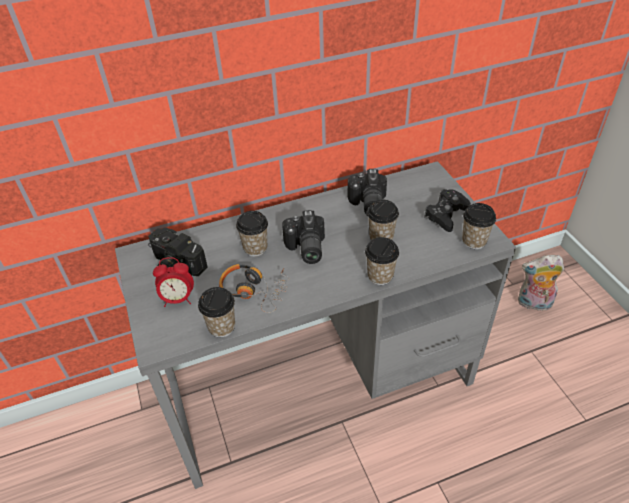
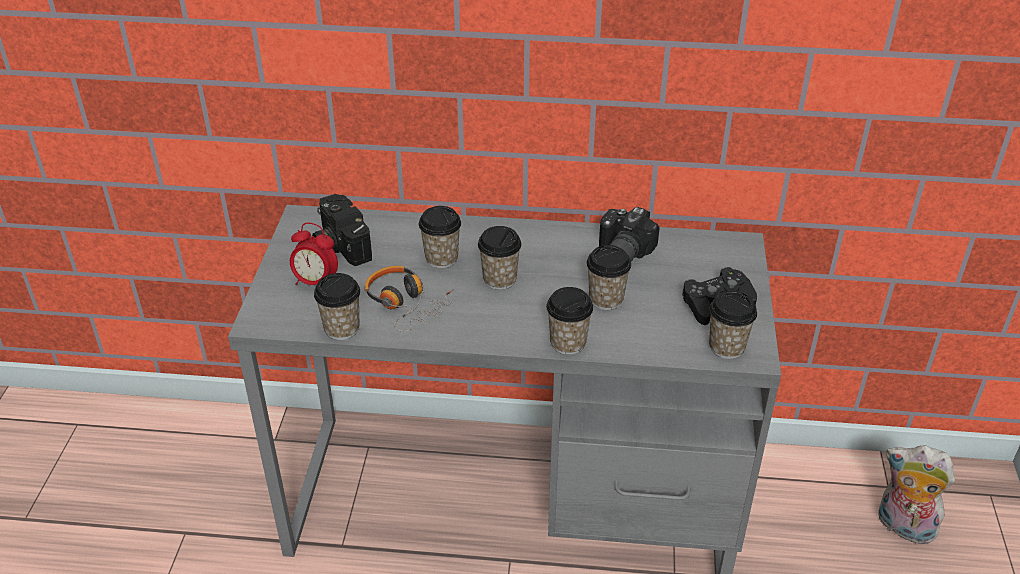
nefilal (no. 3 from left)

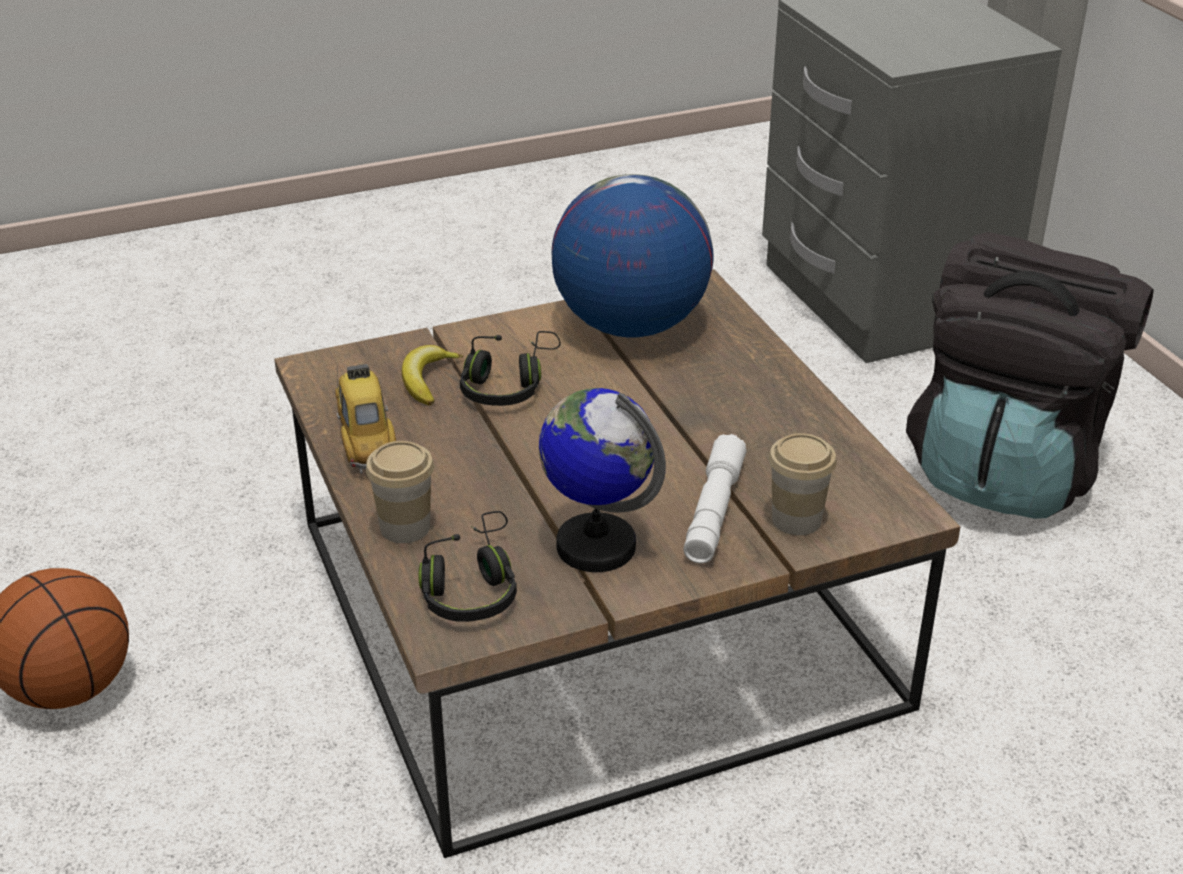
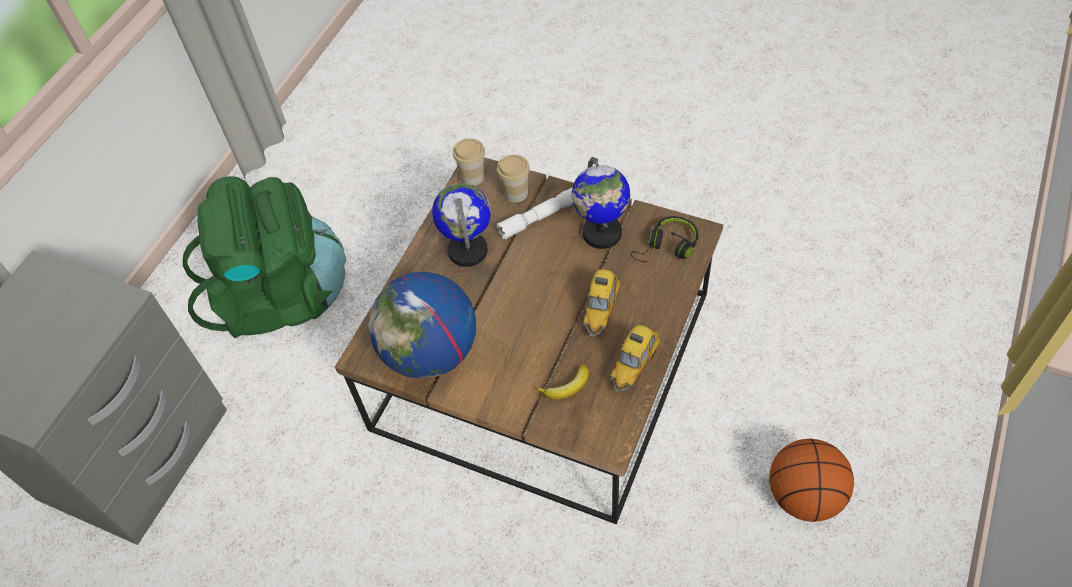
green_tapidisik
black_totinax (no. 2 from left in the first image)
nefilal (no. 1 from left)
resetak (no. 2 from left)
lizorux (no. 1 from left)

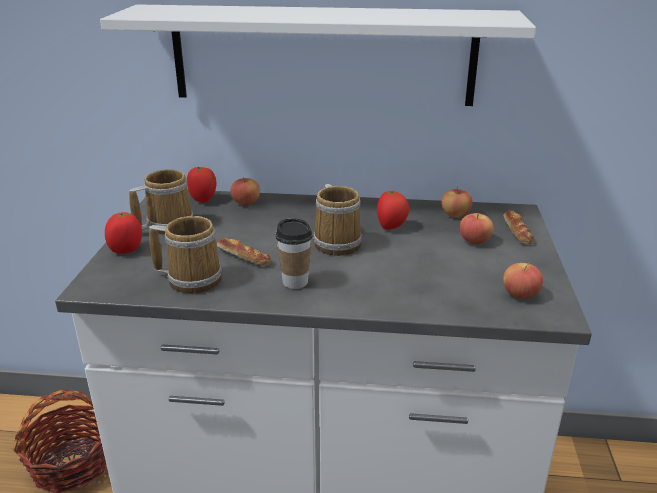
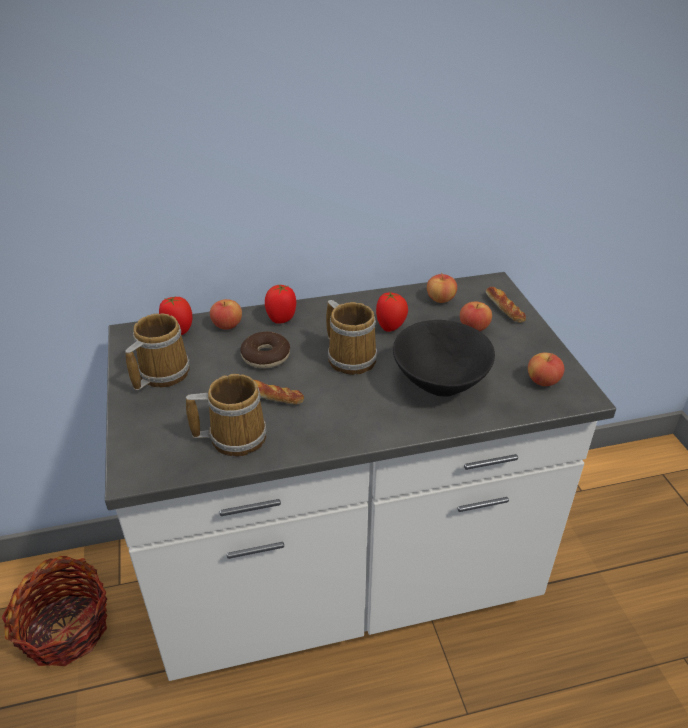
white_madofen
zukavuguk (no. 2 from left)
nefilal
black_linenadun
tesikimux

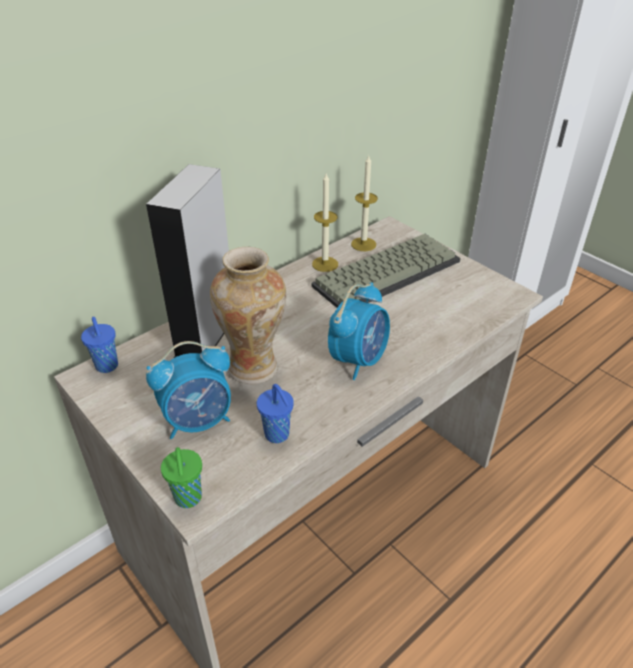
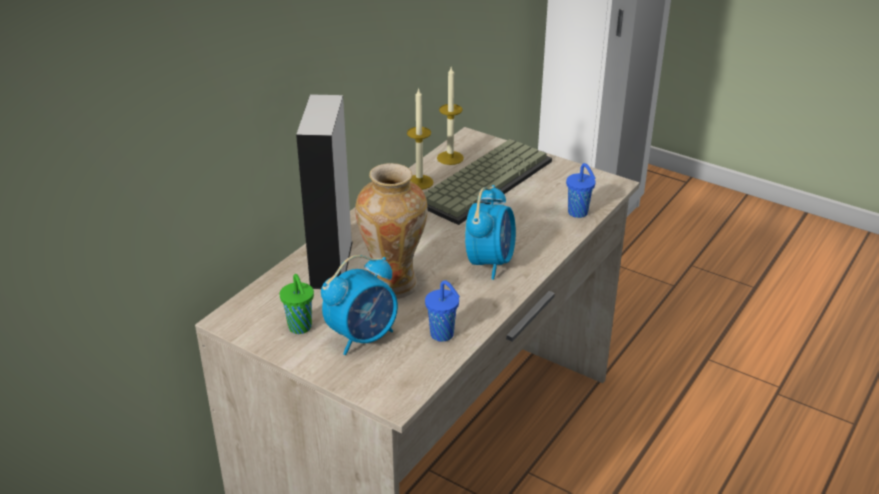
blue_nefilal (no. 2 from left)
green_nefilal

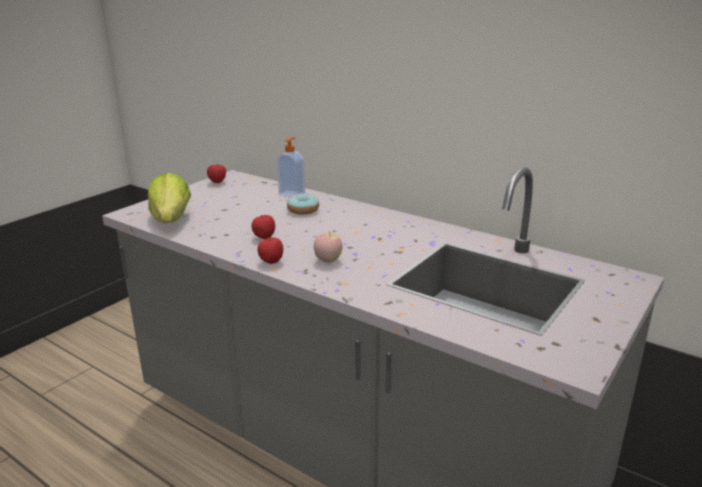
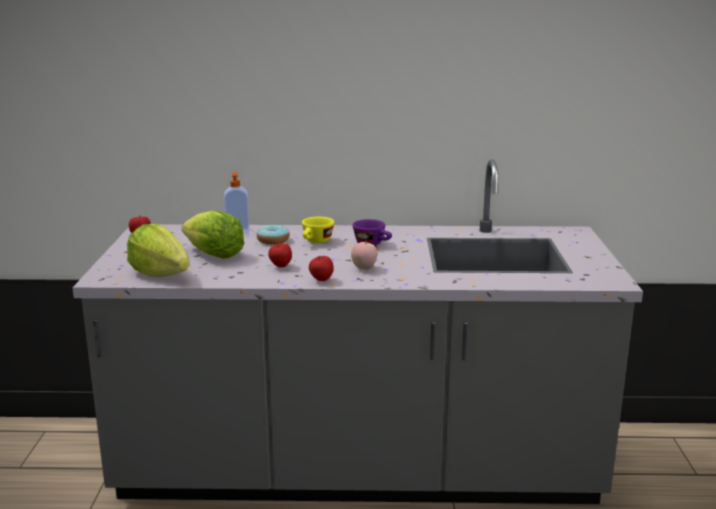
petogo (no. 2 from left)
yellow_nefilal
purple_nefilal

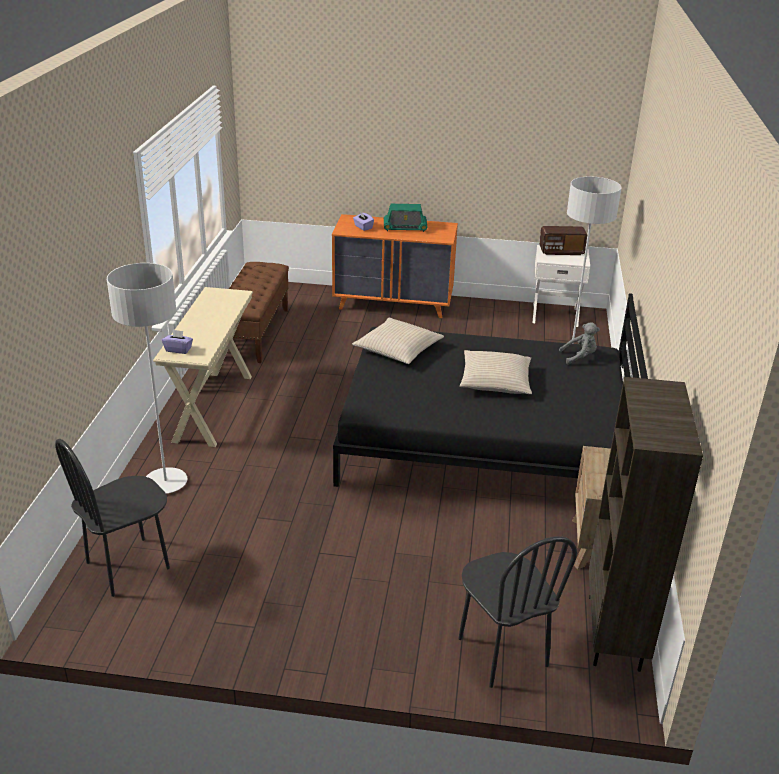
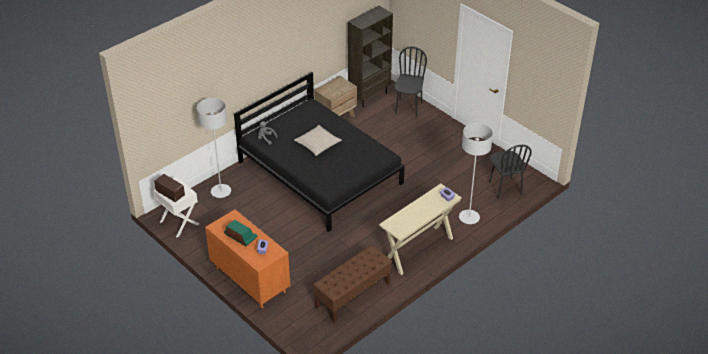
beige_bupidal (no. 1 from left in the first image)
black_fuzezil (no. 2 from left)

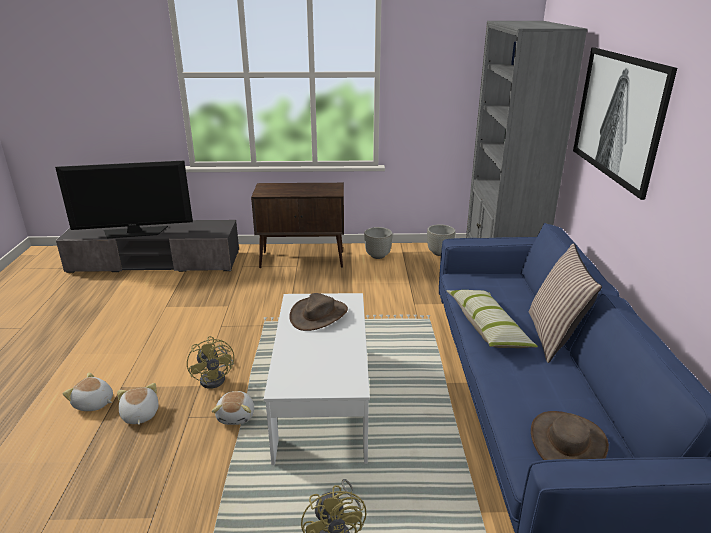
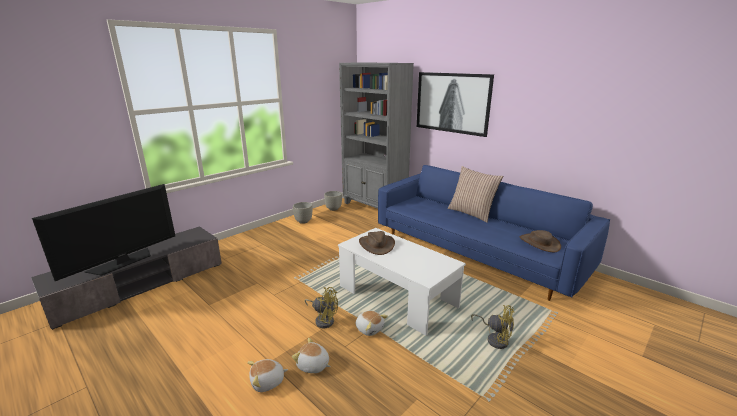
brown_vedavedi
bupidal (no. 1 from left in the first image)

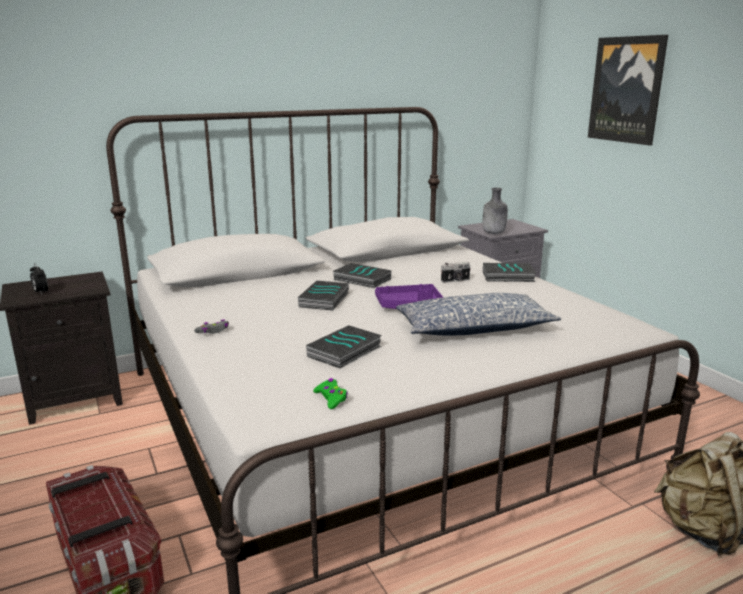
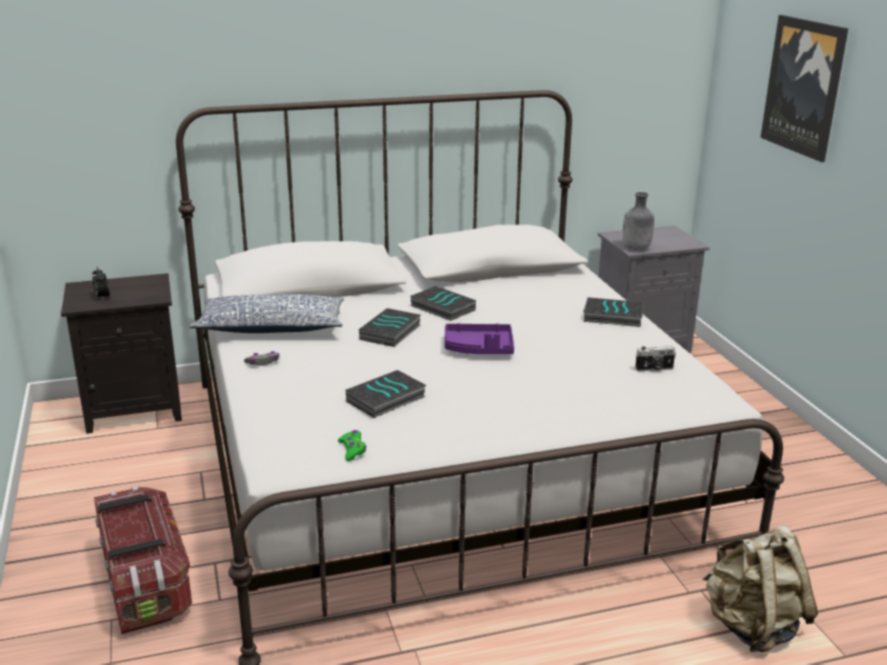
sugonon
bupidal

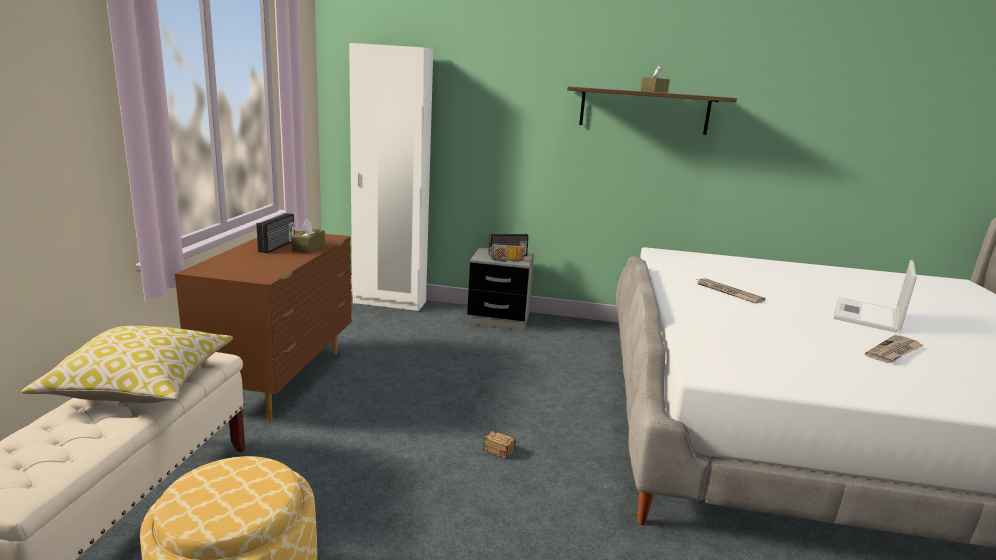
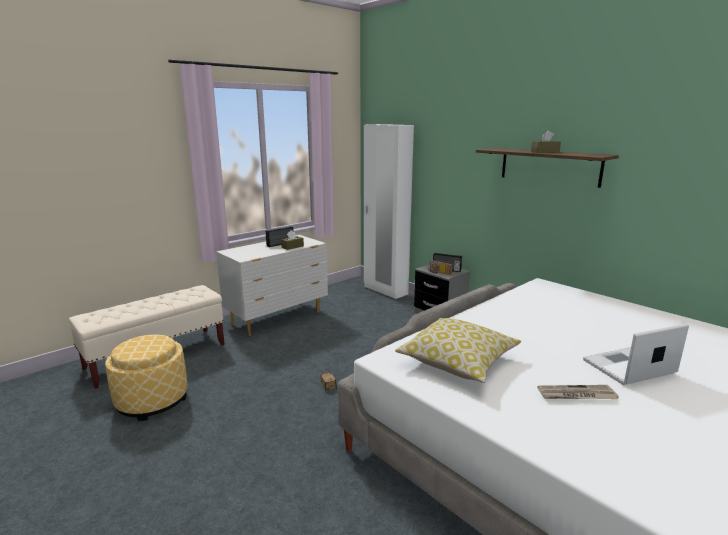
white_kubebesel
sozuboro (no. 1 from left in the first image)
bupidal

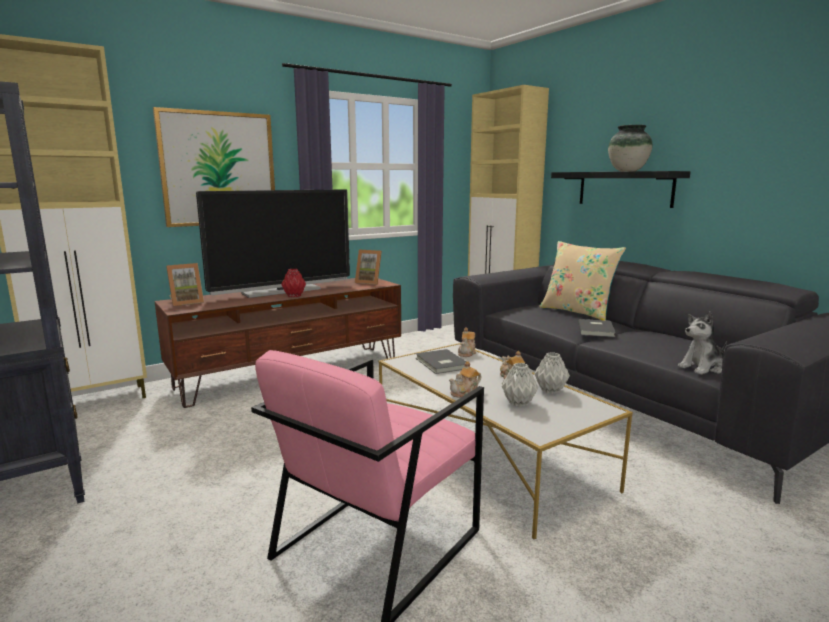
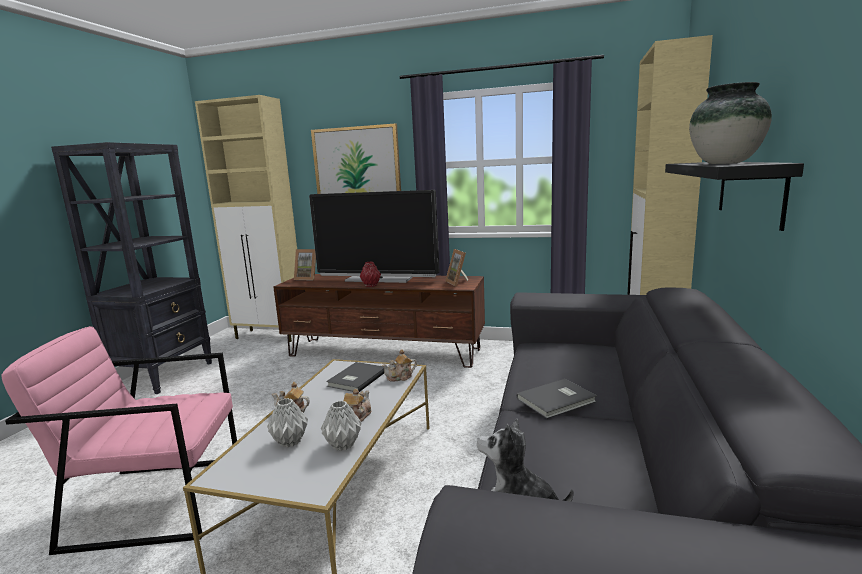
beige_bupidal

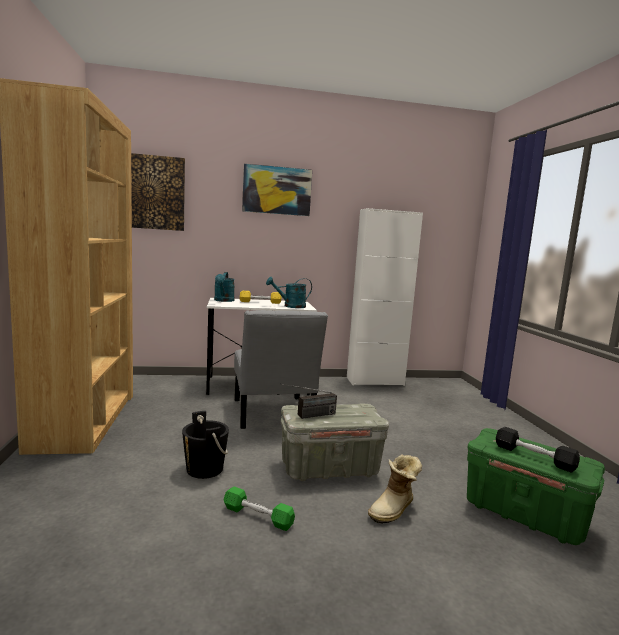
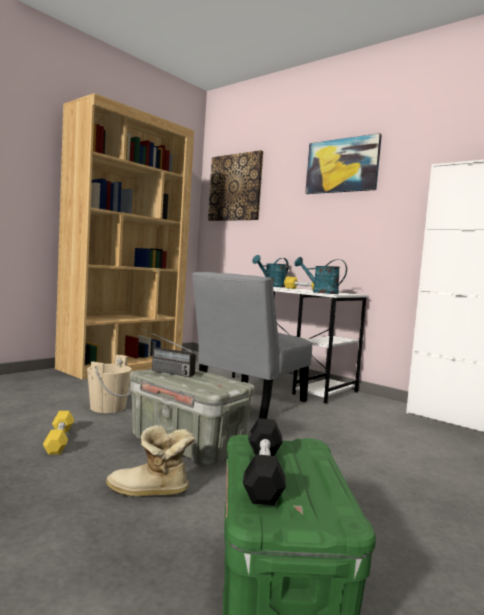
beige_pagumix
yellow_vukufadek (no. 1 from left)

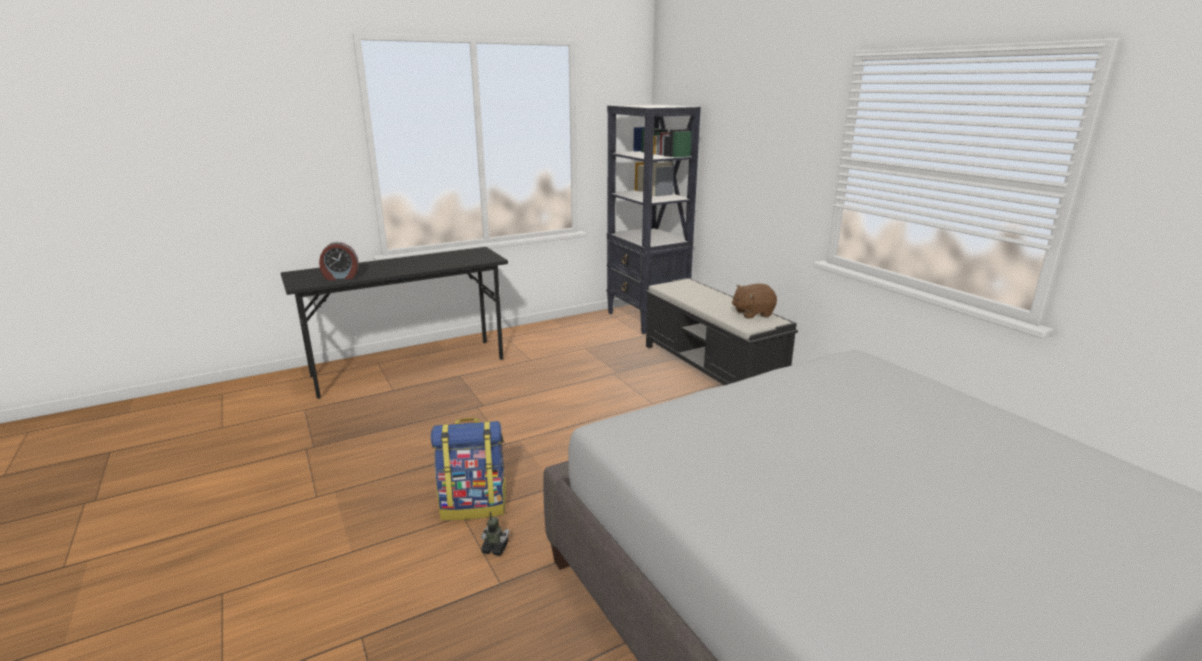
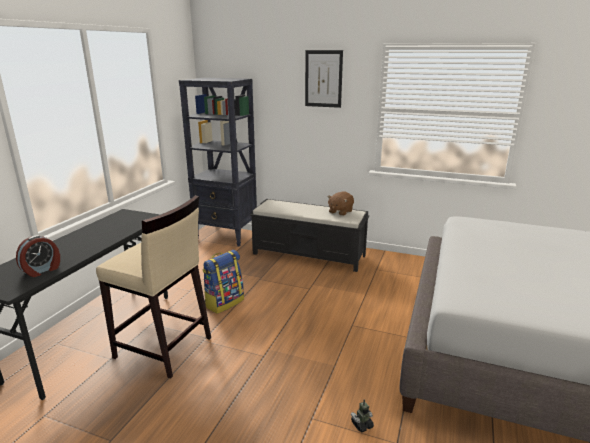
tapidisik
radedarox
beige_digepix

